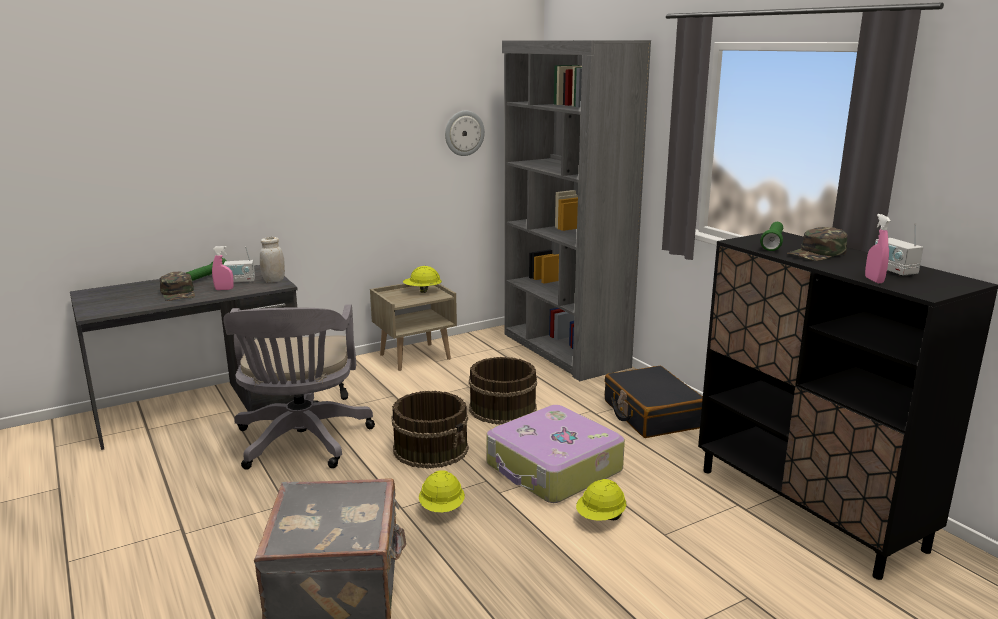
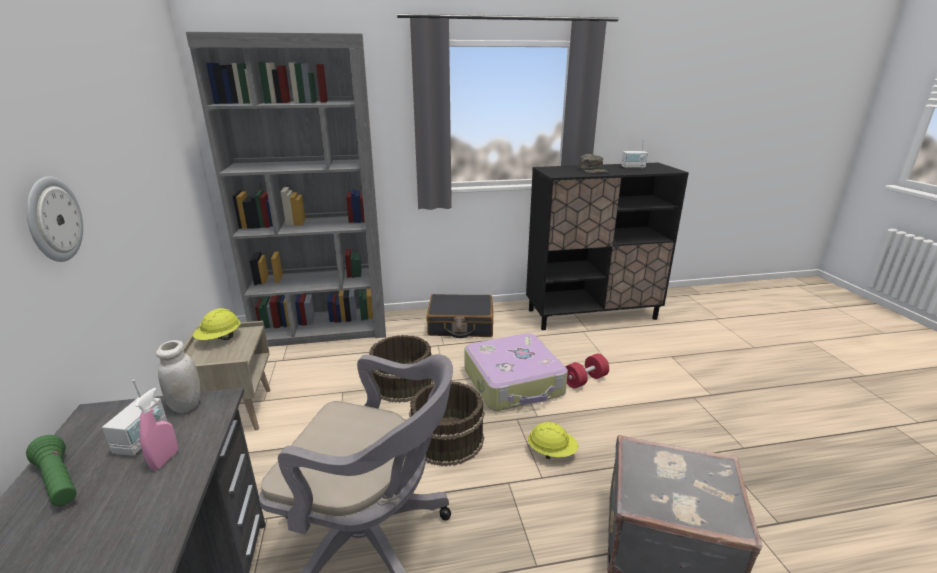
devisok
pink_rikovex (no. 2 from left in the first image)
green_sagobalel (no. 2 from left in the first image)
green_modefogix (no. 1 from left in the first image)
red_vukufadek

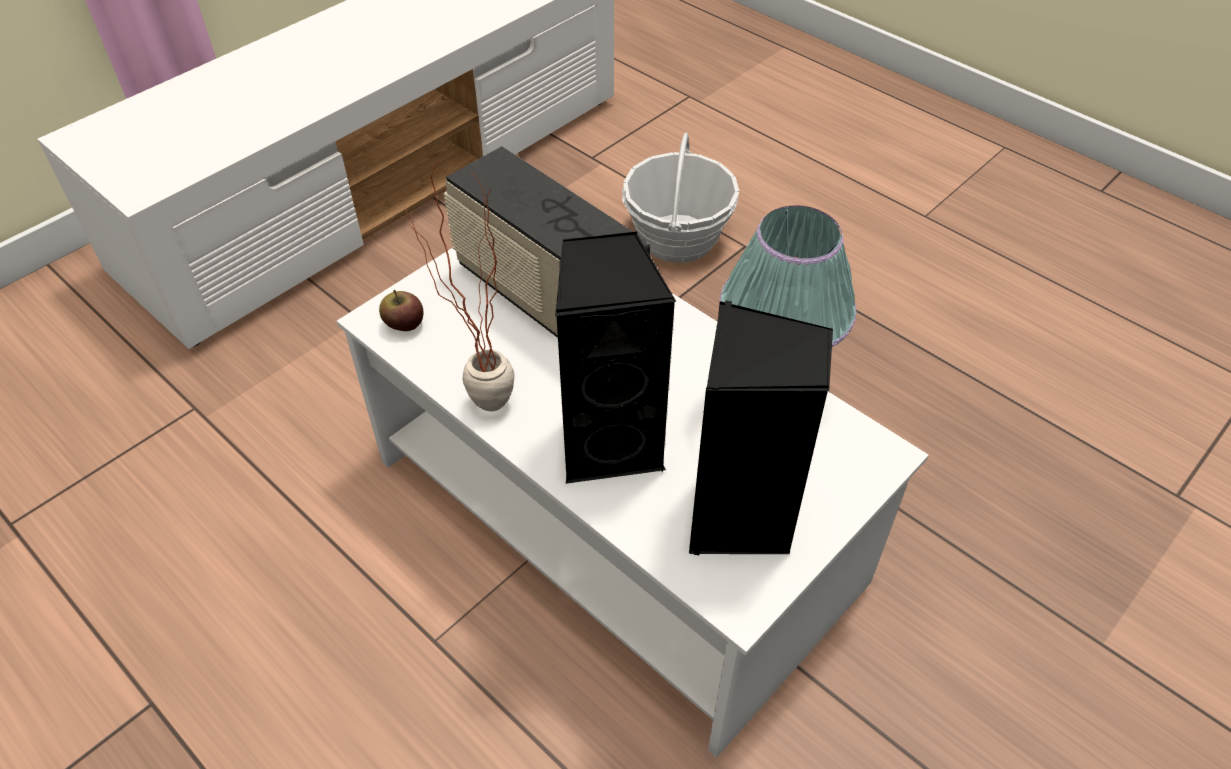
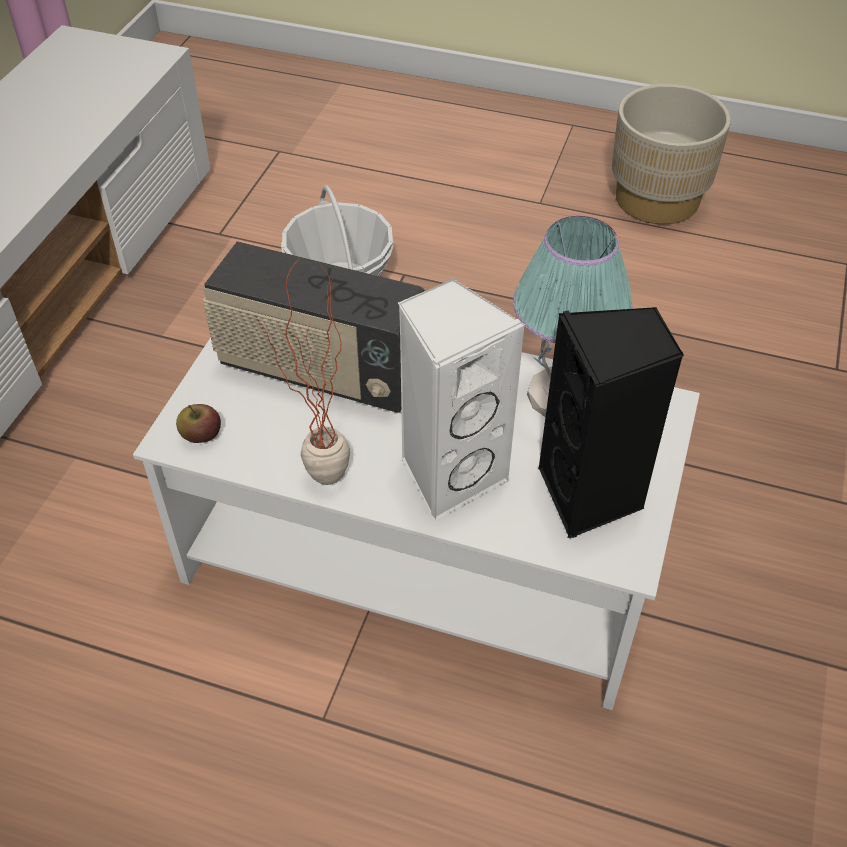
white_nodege
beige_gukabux

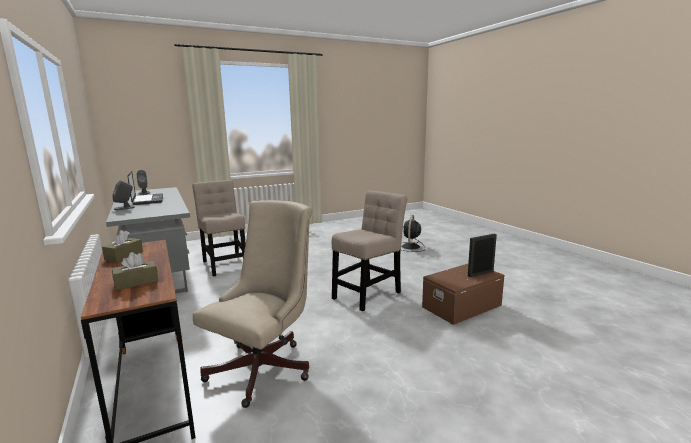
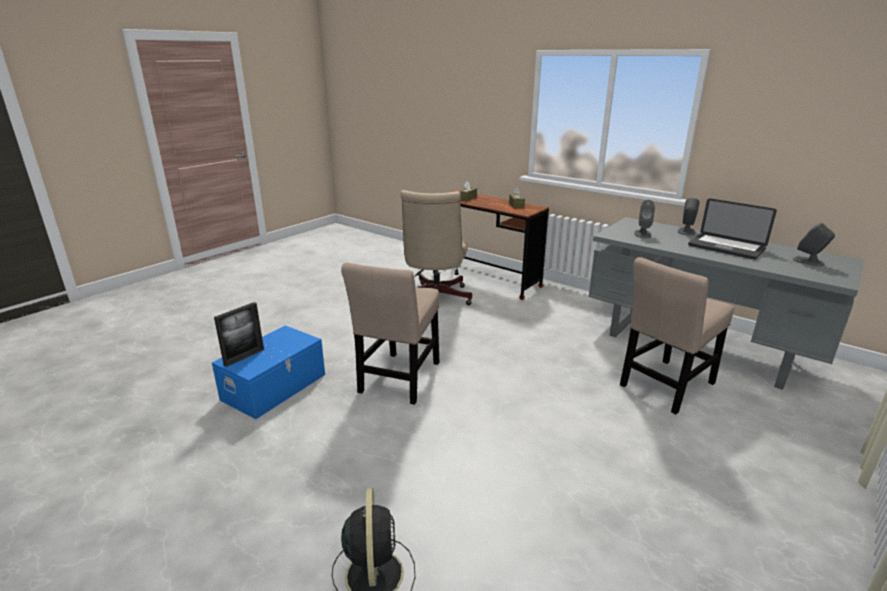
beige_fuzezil (no. 2 from left)
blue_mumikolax
grey_nodege (no. 1 from left)

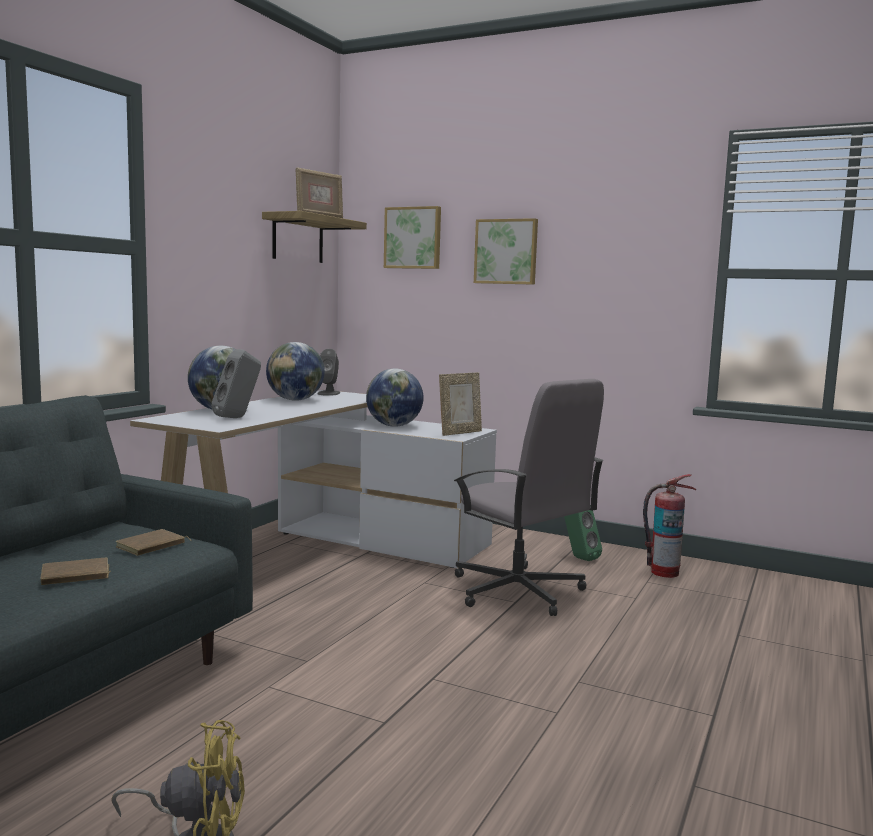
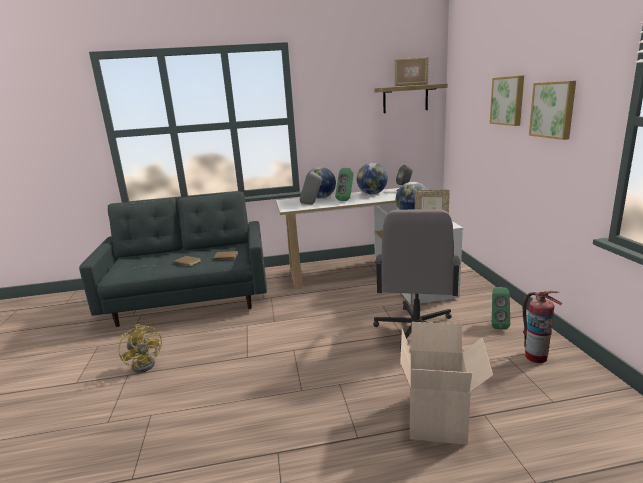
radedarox (no. 2 from left)
green_nodege (no. 1 from left)
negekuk

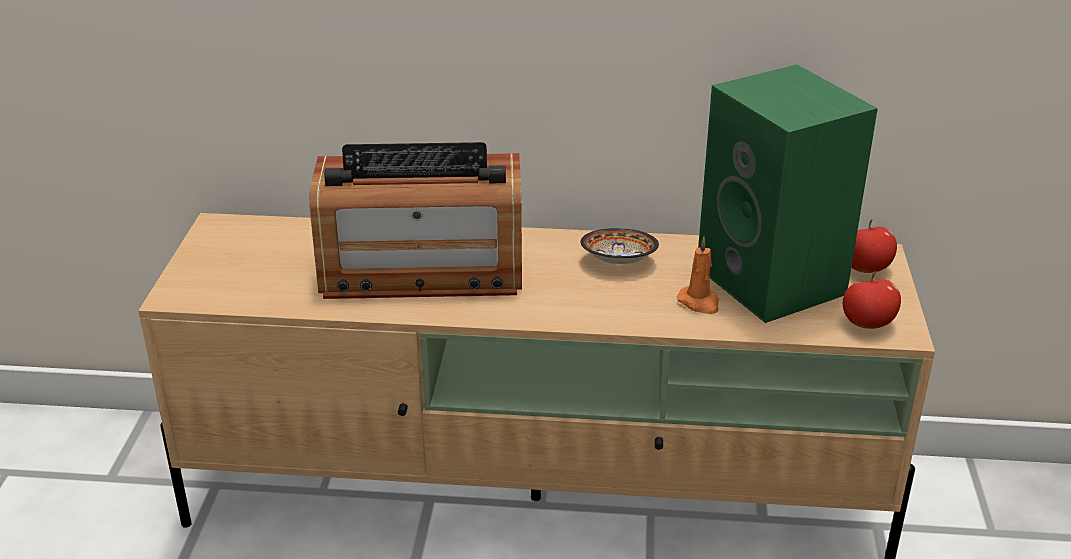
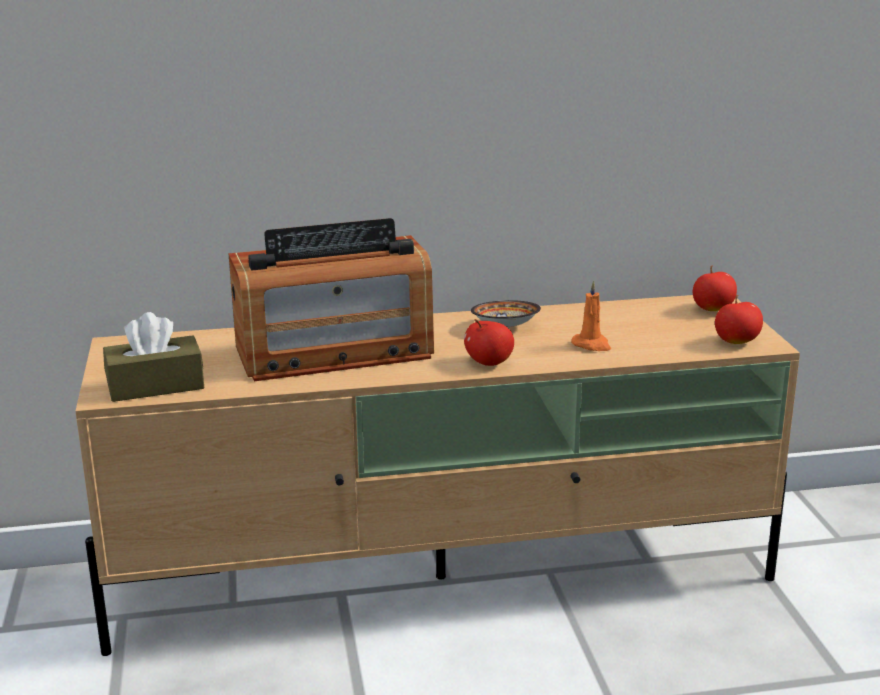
green_nodege
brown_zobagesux
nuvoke (no. 1 from left)

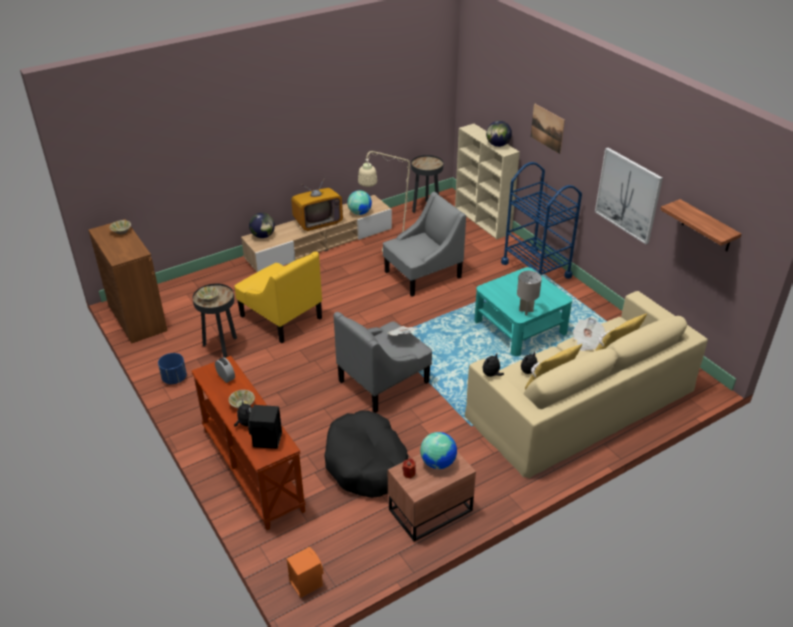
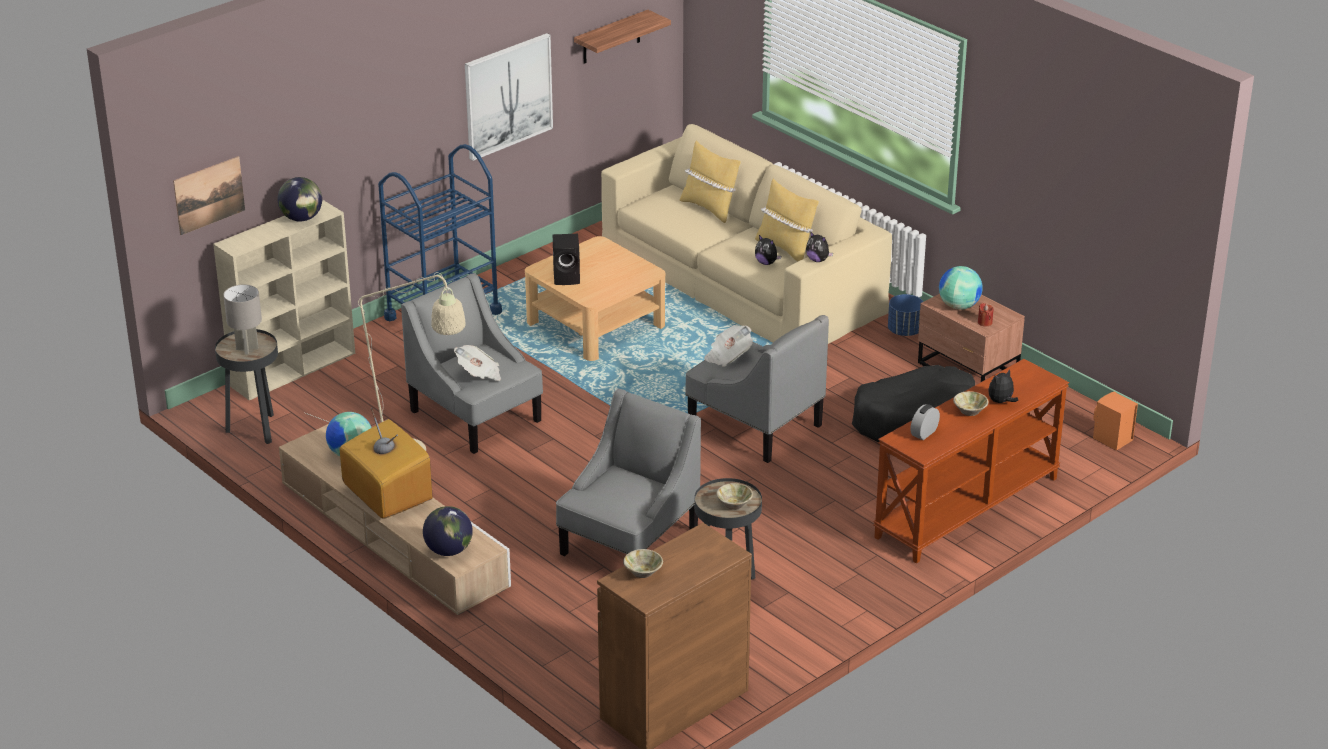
radedarox (no. 1 from left)
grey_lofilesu (no. 2 from left)
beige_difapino
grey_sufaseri
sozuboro (no. 1 from left)
blue_gukabux
black_nodege

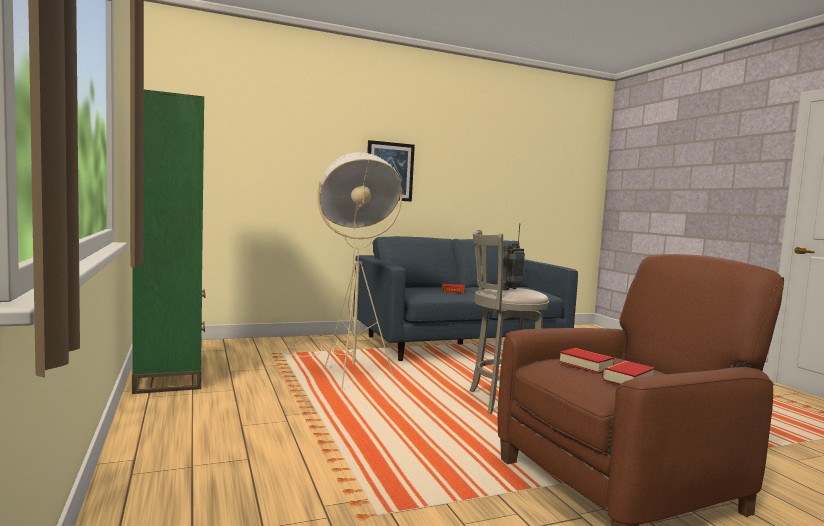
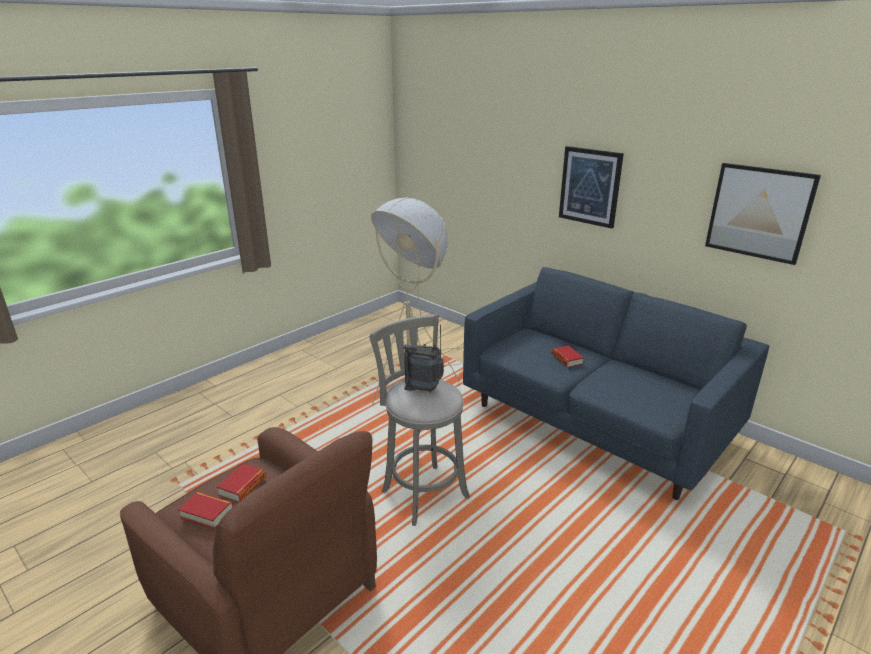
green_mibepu
radedarox (no. 2 from left)

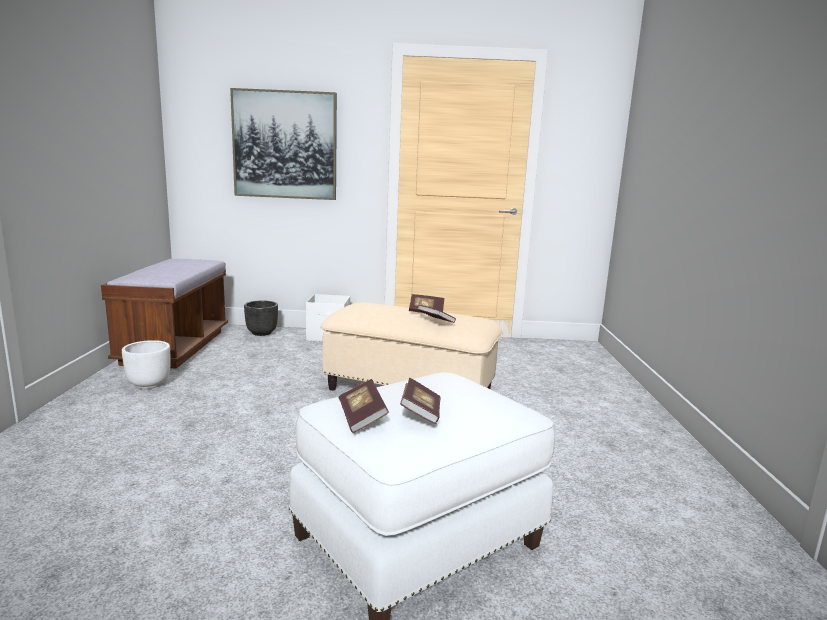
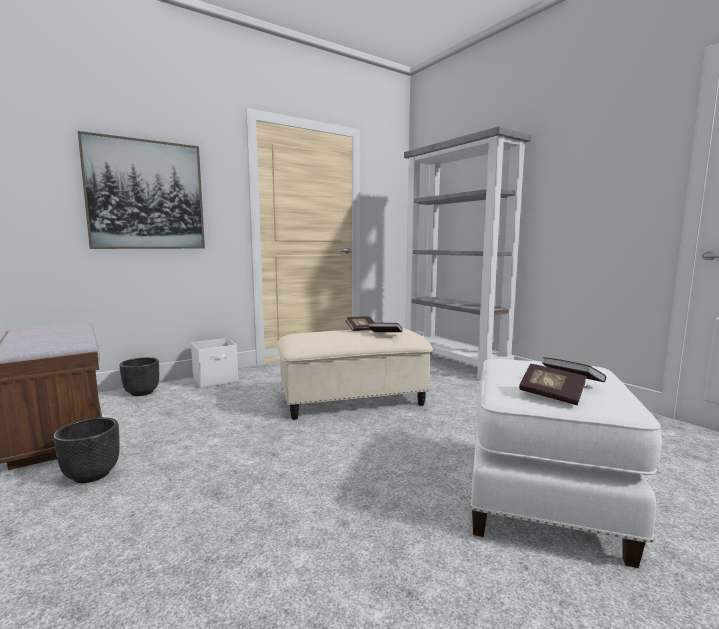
black_gukabux (no. 1 from left)
grey_mibepu

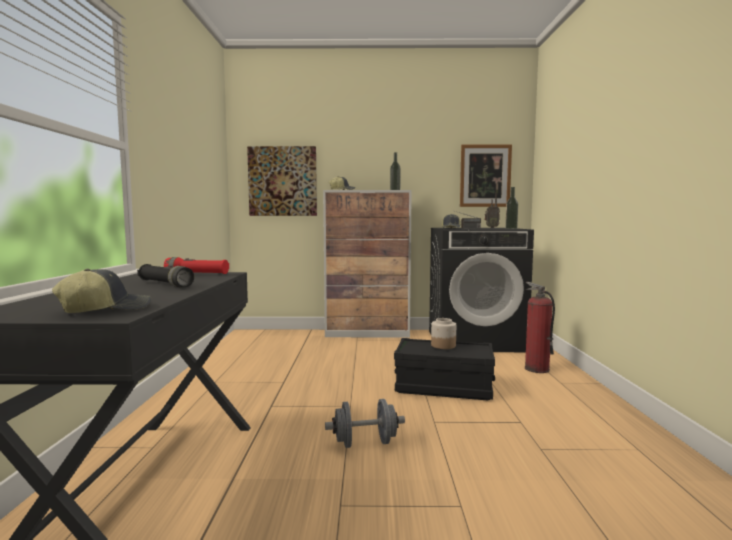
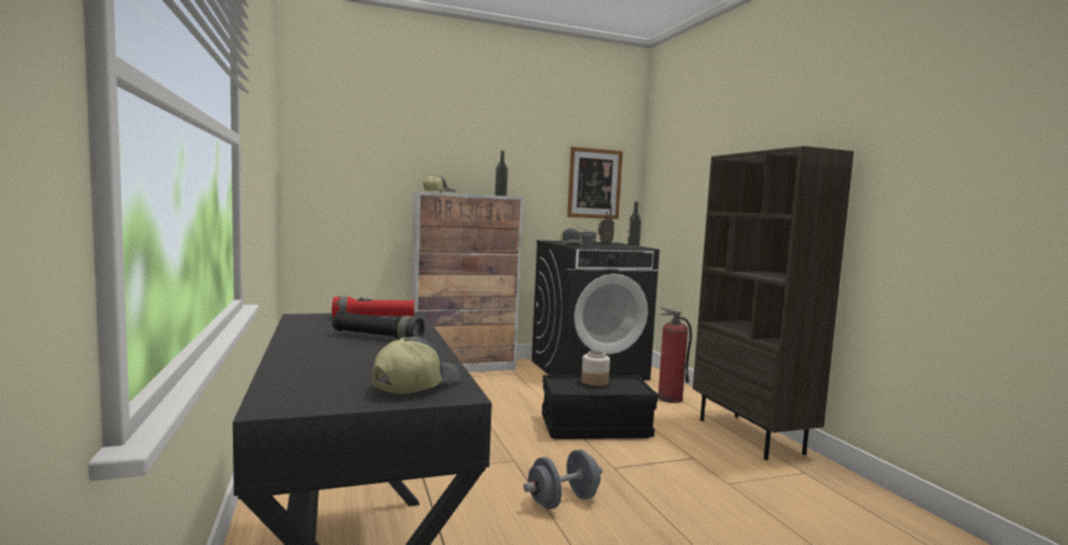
radedarox (no. 1 from left in the first image)
brown_mibepu

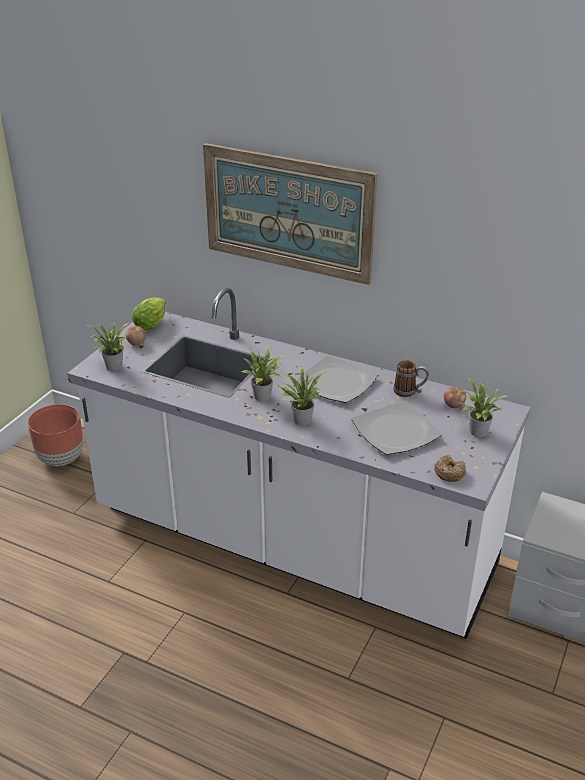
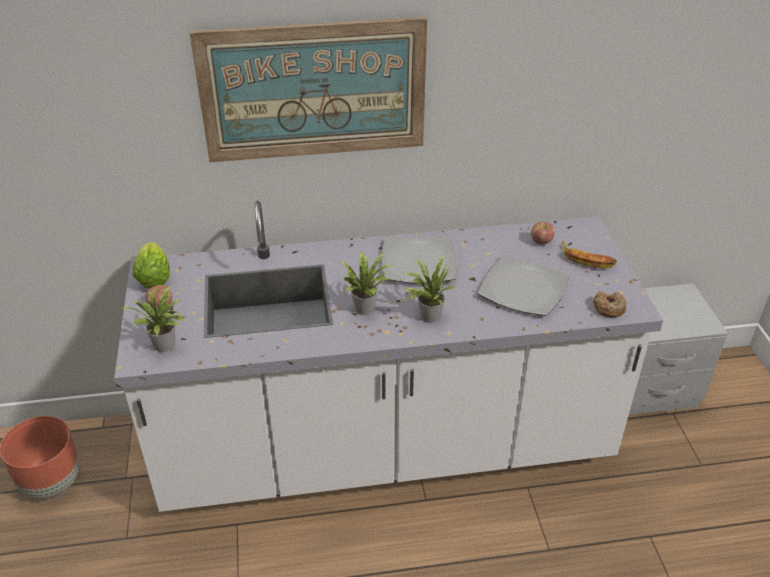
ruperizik
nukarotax

